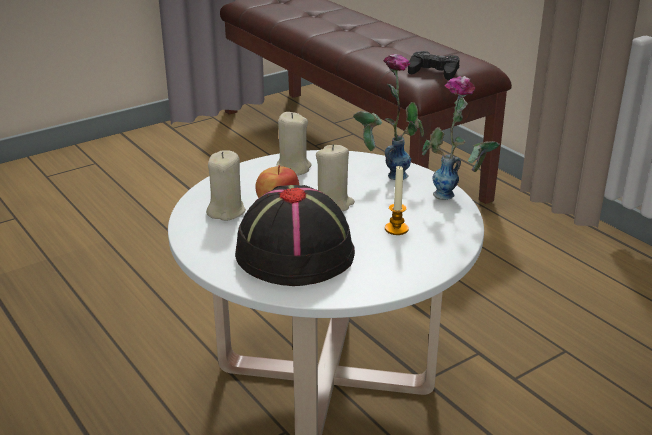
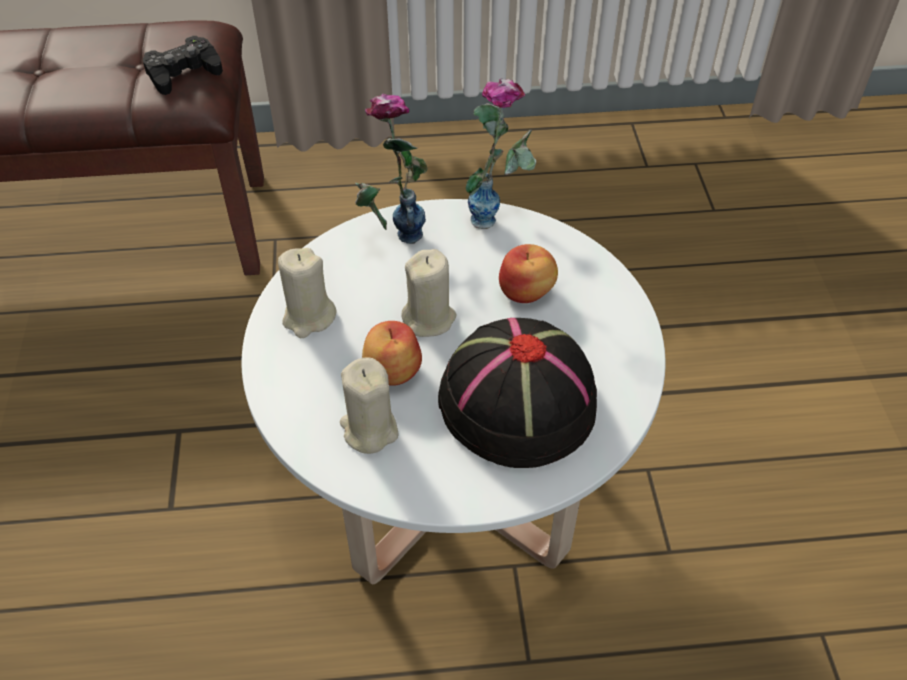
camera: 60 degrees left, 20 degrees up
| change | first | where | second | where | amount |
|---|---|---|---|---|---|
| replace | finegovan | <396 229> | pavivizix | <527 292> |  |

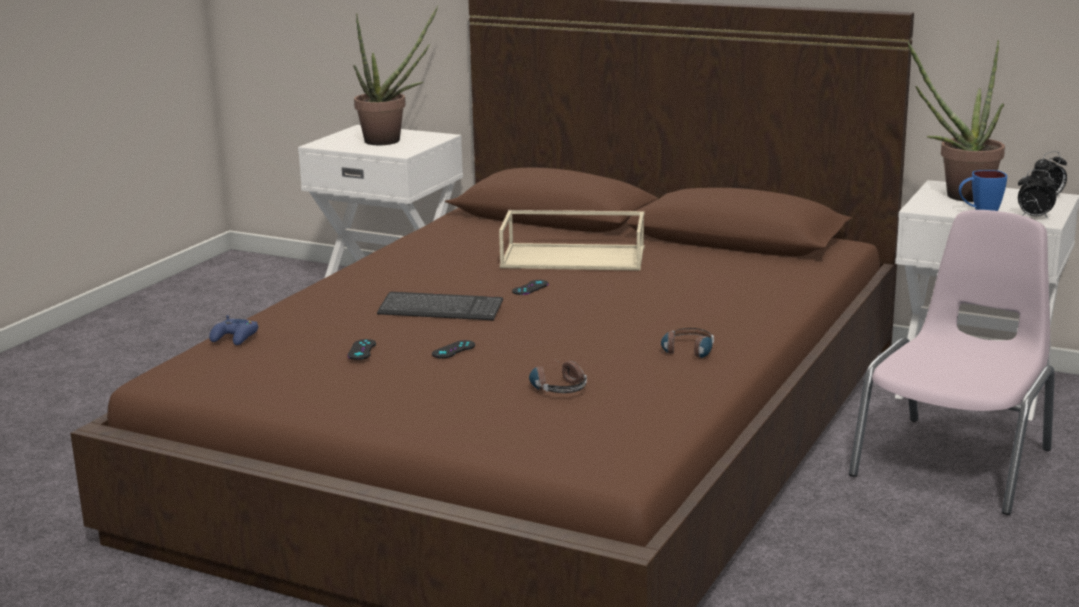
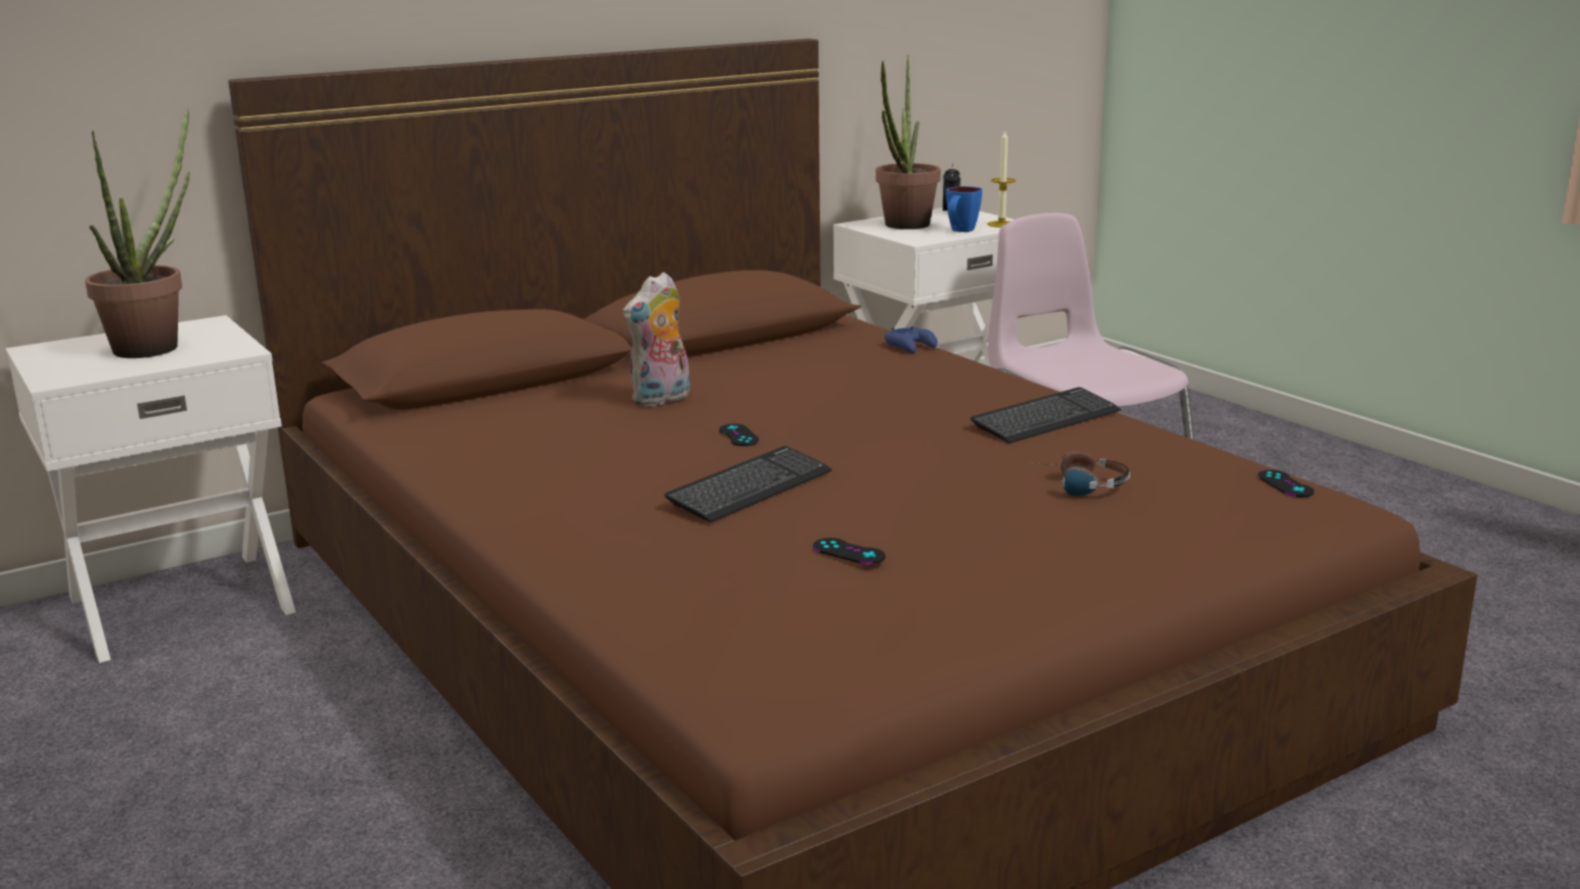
camera: 60 degrees left, 0 degrees up
| change | first | where | second | where | amount |
|---|---|---|---|---|---|
| replace | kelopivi | <1034 217> | finegovan | <1001 224> |  |
| replace | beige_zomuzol | <575 257> | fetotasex | <662 399> |  |
| move | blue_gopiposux | <235 337> |  | <911 346> |  |
| replace | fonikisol | <686 353> | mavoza | <1045 419> |  |
| move | black_gopiposux | <453 350> |  | <1285 484> |  |

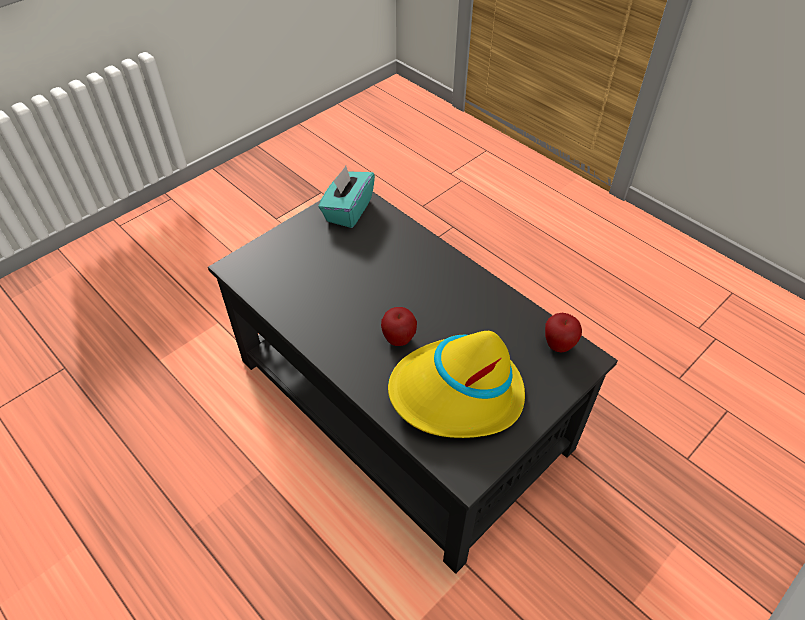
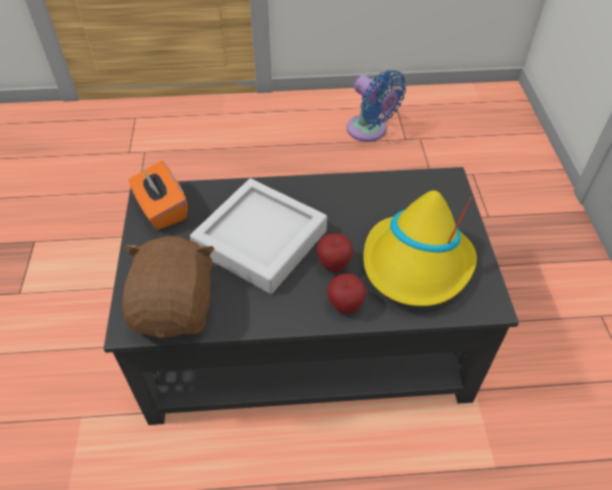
camera: 50 degrees left, 0 degrees up
| change | first | where | second | where | amount |
|---|---|---|---|---|---|
| recolor | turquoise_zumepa | <348 210> | orange_zumepa | <162 210> |  |
| move | pavivizix | <558 345> |  | <345 306> |  |
| insert |  |  | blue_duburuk | <369 131> |  |
| insert |  |  | grey_zomuzol | <260 240> |  |
| insert |  |  | brown_fetotasex | <176 308> |  |

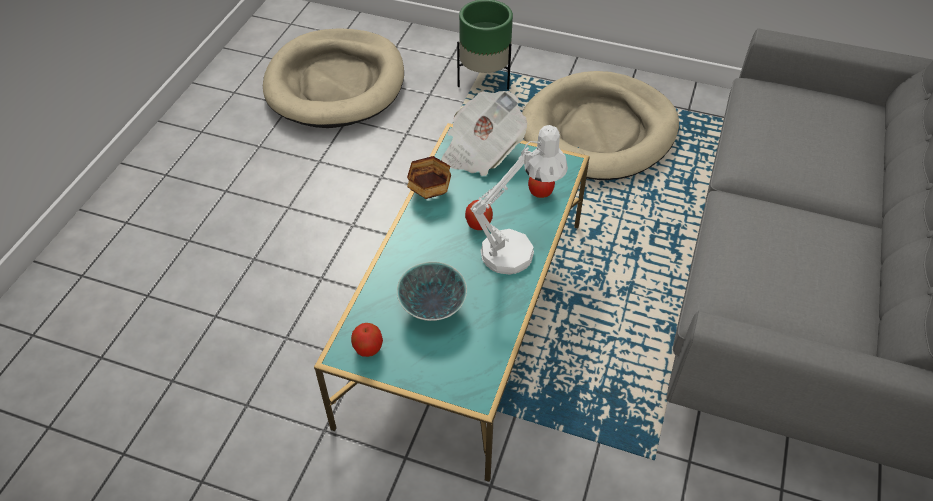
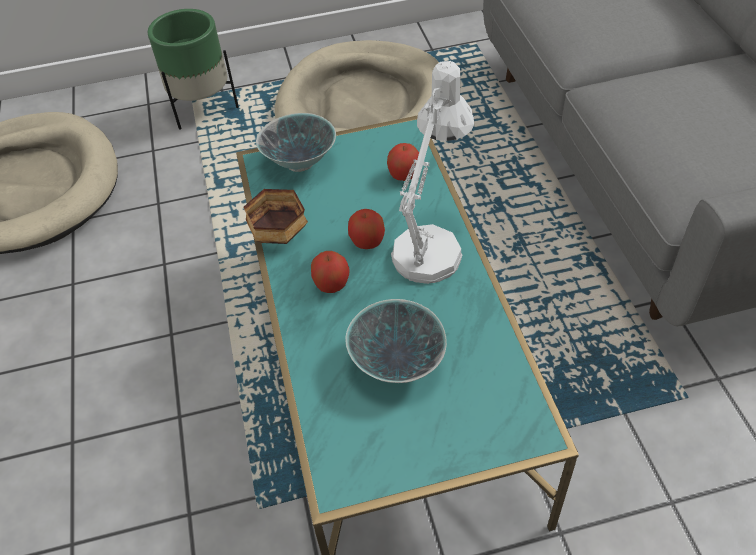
camera: 30 degrees left, 0 degrees up
| change | first | where | second | where | amount |
|---|---|---|---|---|---|
| replace | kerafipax | <481 150> | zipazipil | <300 163> |  |
| move | pavivizix | <368 348> |  | <332 284> |  |

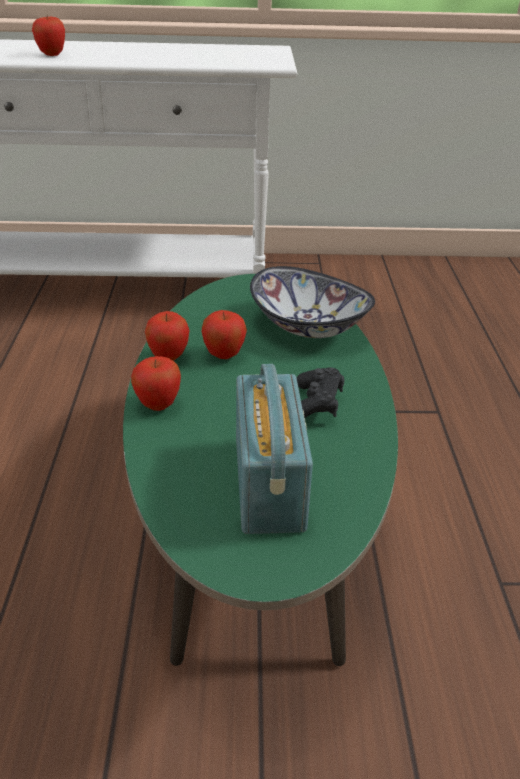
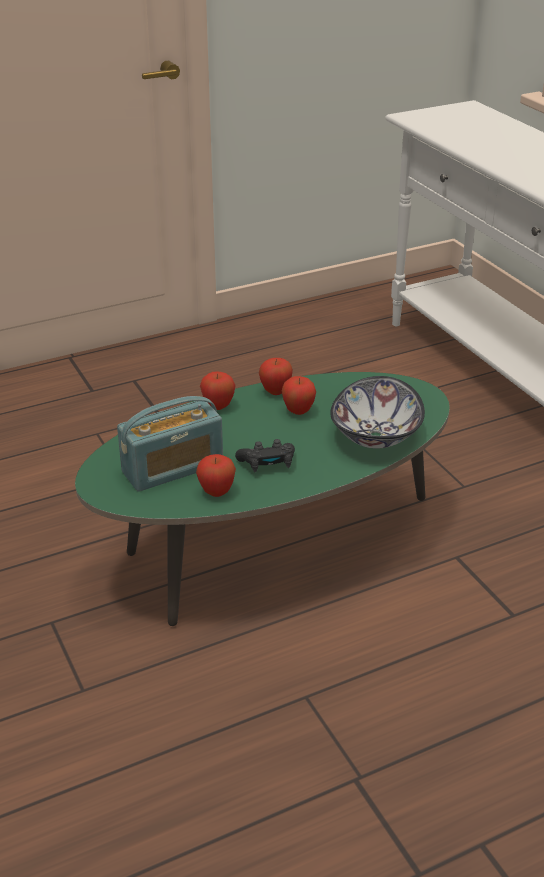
camera: 65 degrees right, 0 degrees up
| change | first | where | second | where | amount |
|---|---|---|---|---|---|
| move | pavivizix | <52 55> |  | <216 492> |  |

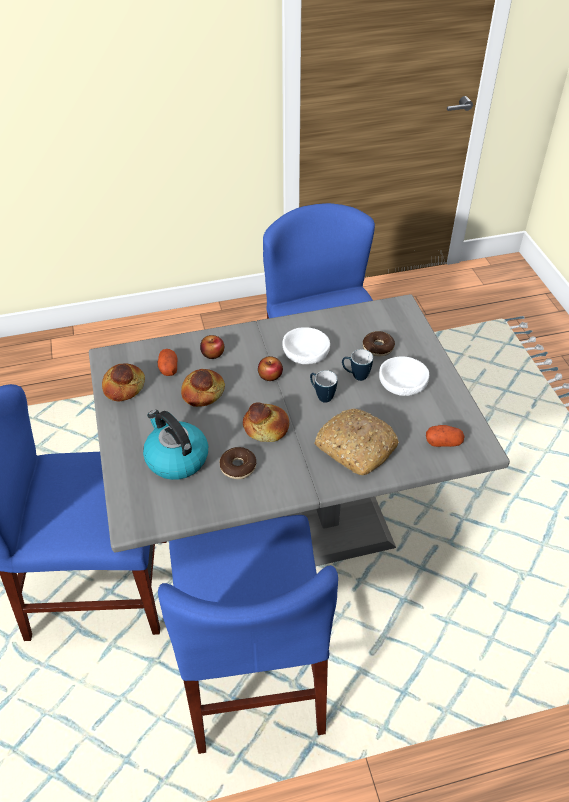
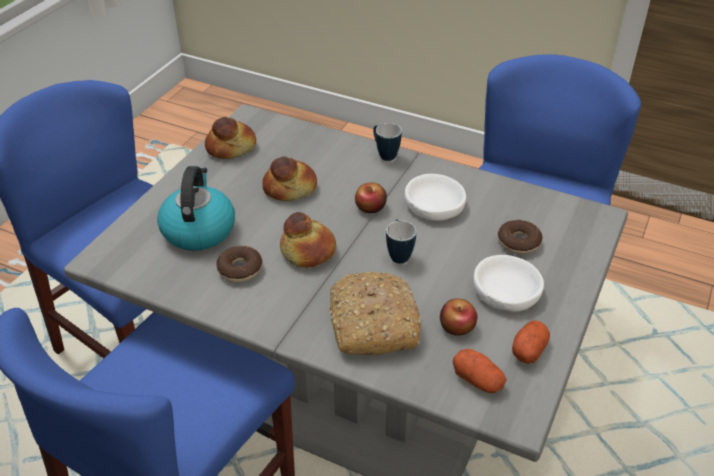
camera: 40 degrees right, 5 degrees down
| change | first | where | second | where | amount |
|---|---|---|---|---|---|
| move | pavivizix | <213 354> |  | <457 326> |  |
| move | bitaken | <168 368> |  | <528 350> |  |
| move | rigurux | <356 376> |  | <384 154> |  |

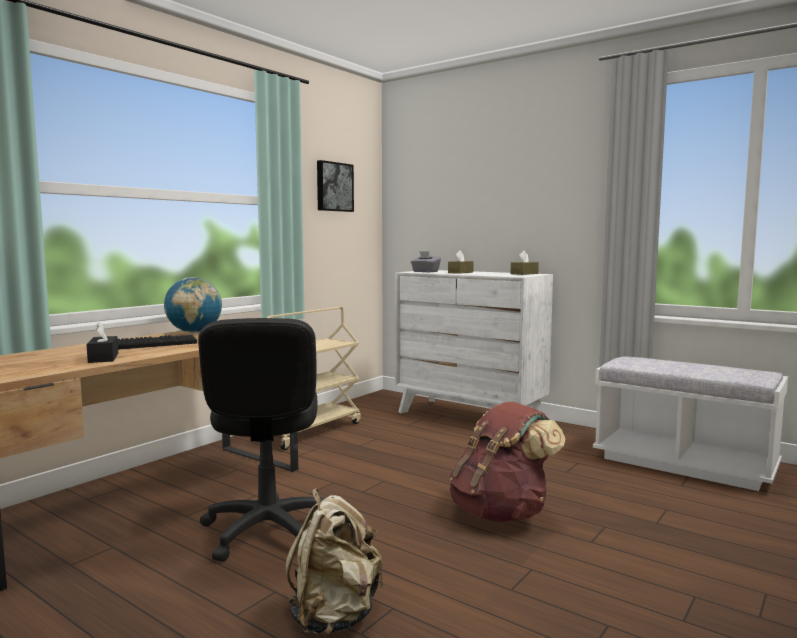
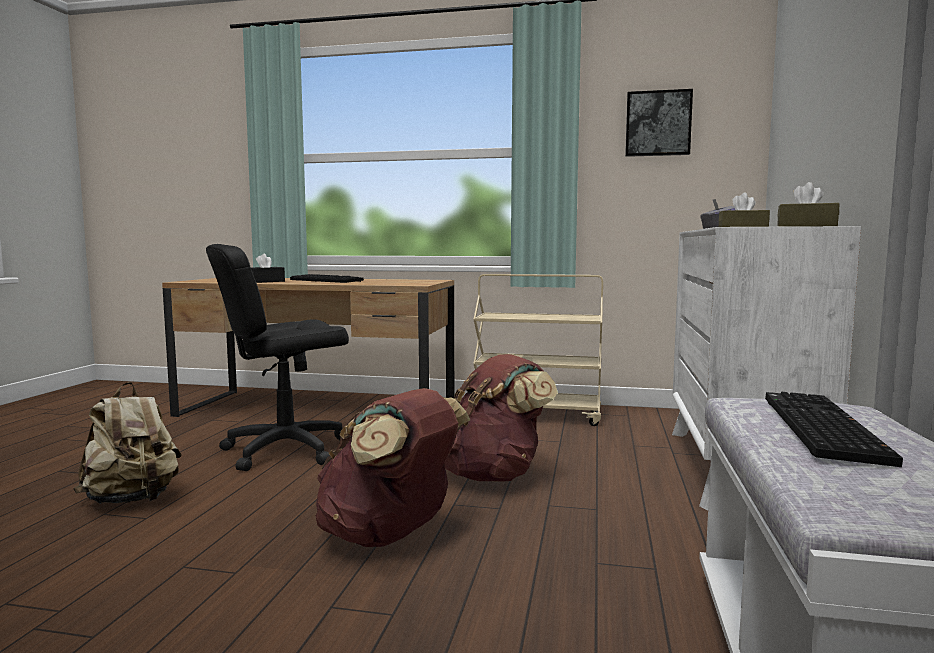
camera: 65 degrees right, 0 degrees up
| change | first | where | second | where | amount |
|---|---|---|---|---|---|
| delete | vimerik | <194 332> |  |  |  |
| insert |  |  | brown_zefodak | <492 475> |  |
| insert |  |  | mavoza | <816 427> |  |

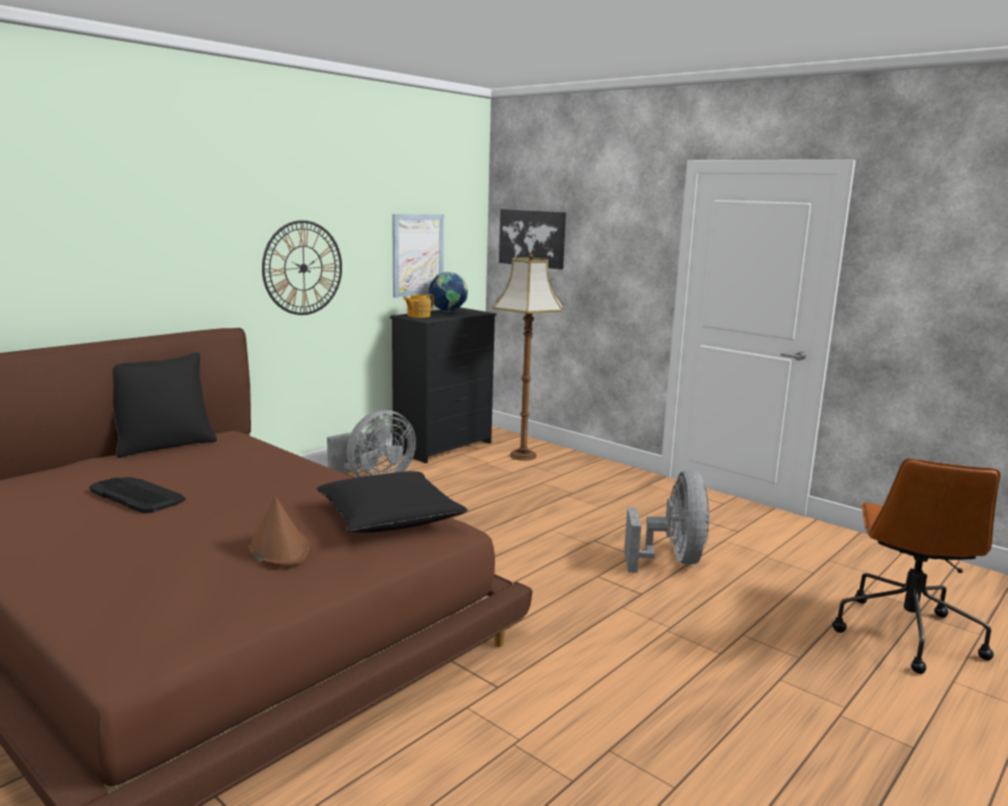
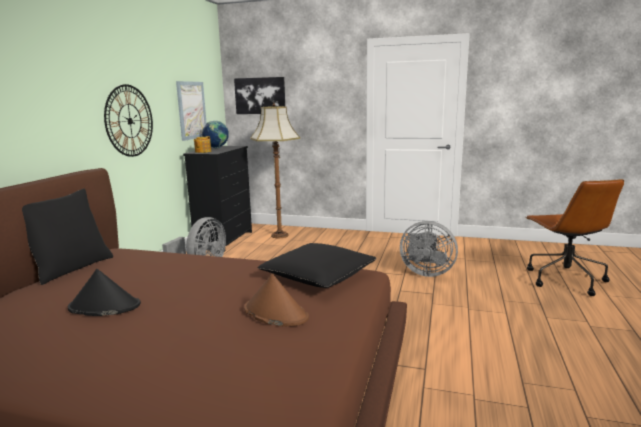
camera: 25 degrees left, 0 degrees up
| change | first | where | second | where | amount |
|---|---|---|---|---|---|
| rotate | grey_duburuk | <672 560> |  | <426 272> | 135 degrees clockwise |
| replace | mavoza | <137 495> | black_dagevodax | <104 306> |  |

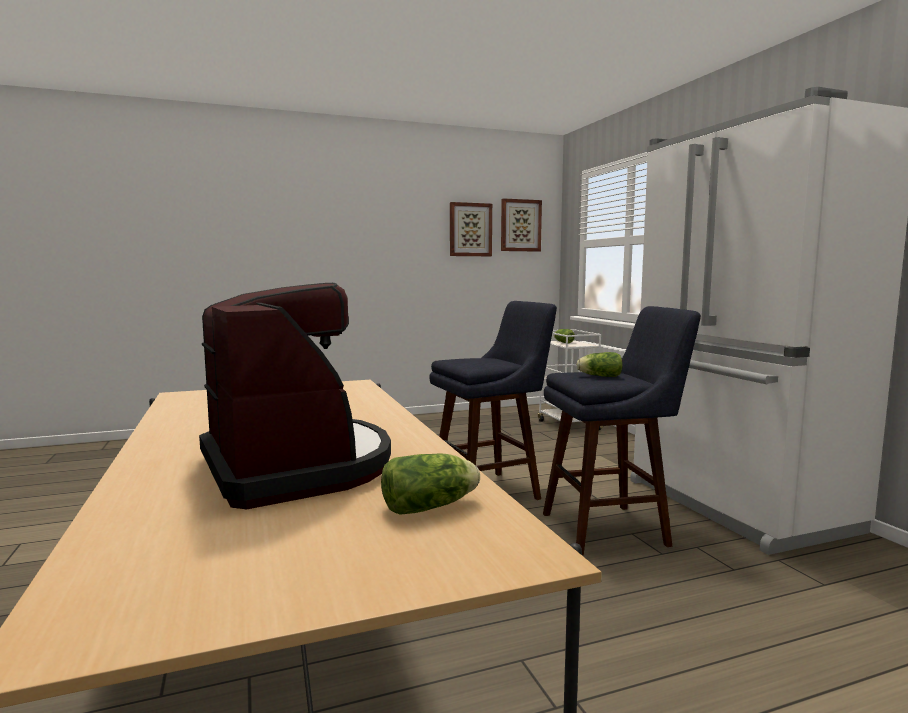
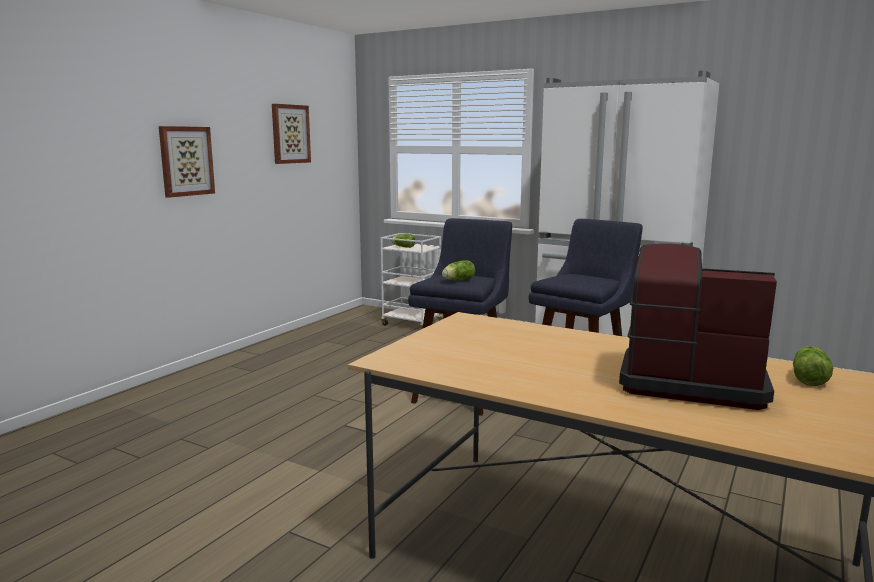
camera: 40 degrees left, 5 degrees up
| change | first | where | second | where | amount |
|---|---|---|---|---|---|
| move | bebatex | <520 225> |  | <186 161> |  |
| move | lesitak | <598 376> |  | <457 280> |  |

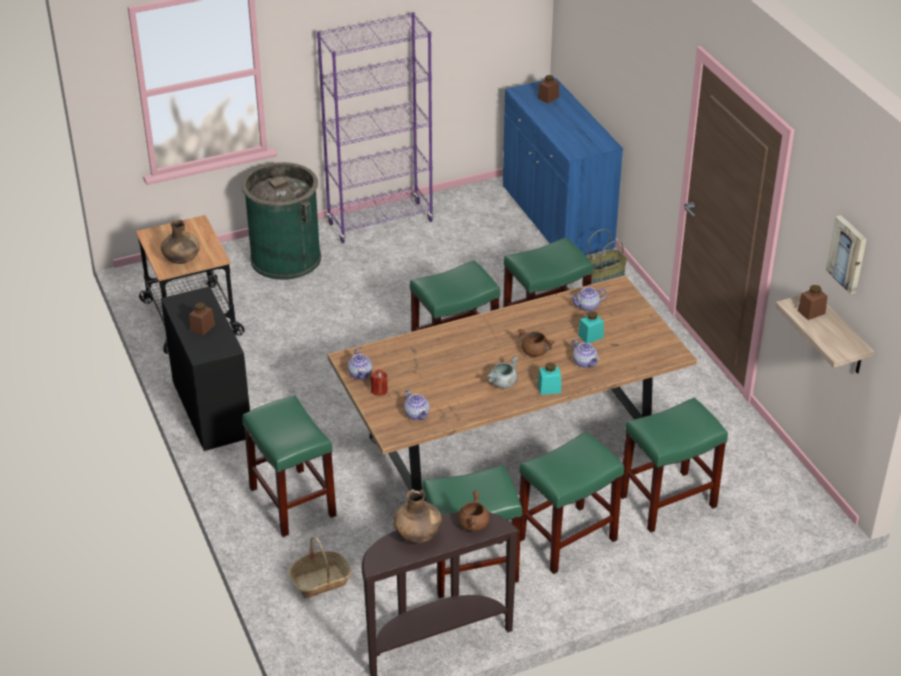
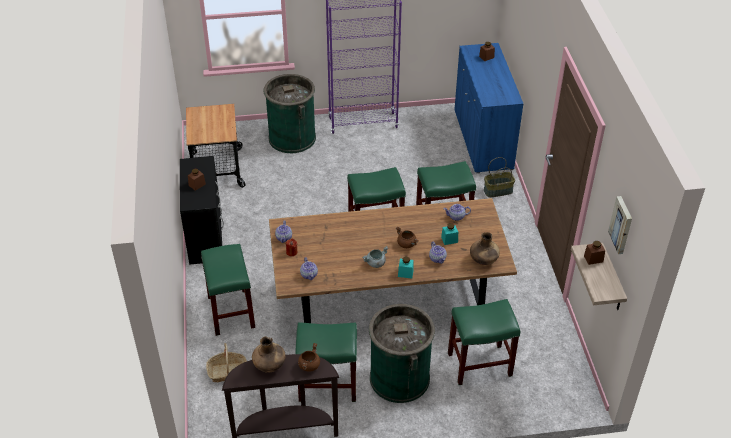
camera: 15 degrees right, 5 degrees up
| change | first | where | second | where | amount |
|---|---|---|---|---|---|
| move | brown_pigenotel | <182 260> |  | <483 260> |  |
| replace | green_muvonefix | <566 540> | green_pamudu | <399 378> |  |

